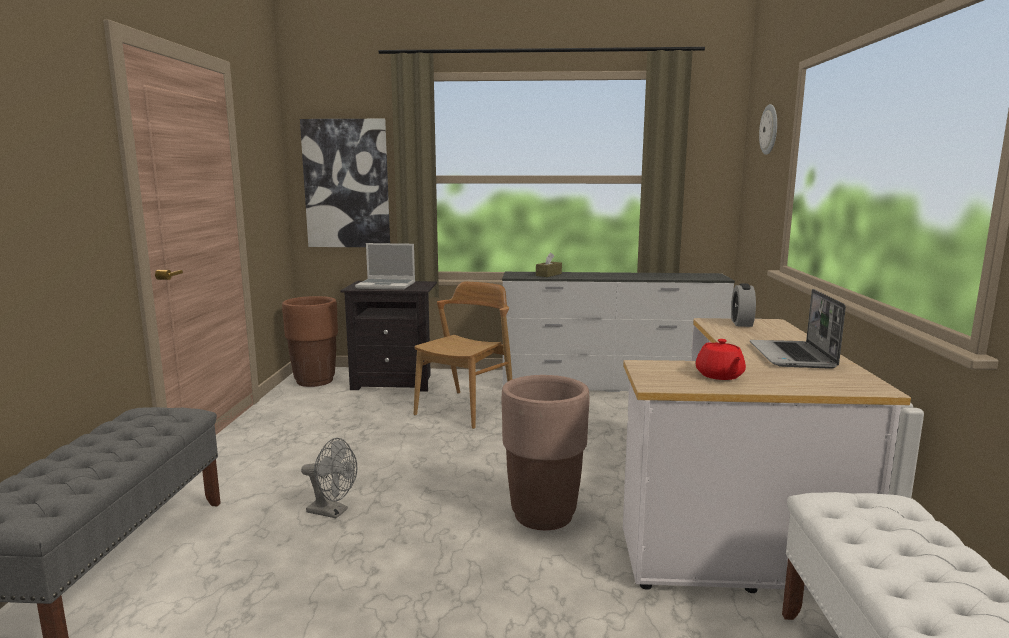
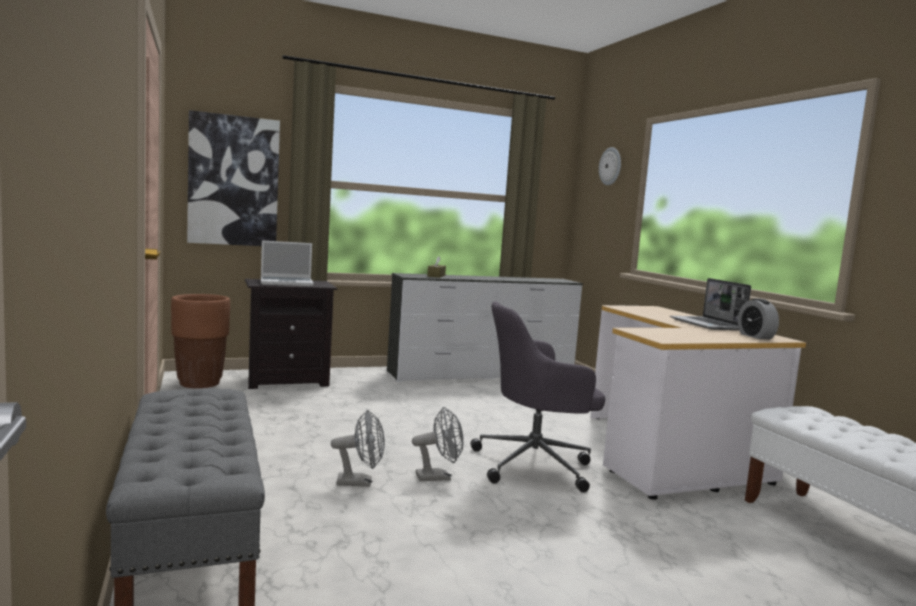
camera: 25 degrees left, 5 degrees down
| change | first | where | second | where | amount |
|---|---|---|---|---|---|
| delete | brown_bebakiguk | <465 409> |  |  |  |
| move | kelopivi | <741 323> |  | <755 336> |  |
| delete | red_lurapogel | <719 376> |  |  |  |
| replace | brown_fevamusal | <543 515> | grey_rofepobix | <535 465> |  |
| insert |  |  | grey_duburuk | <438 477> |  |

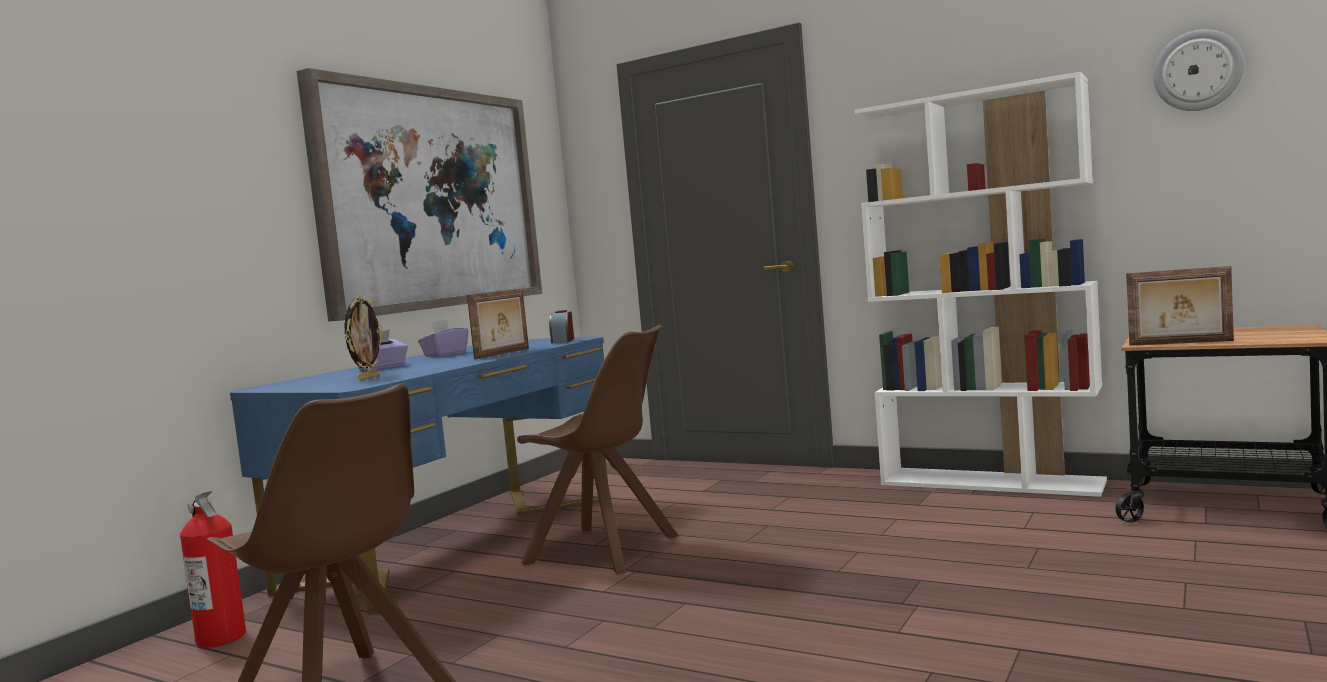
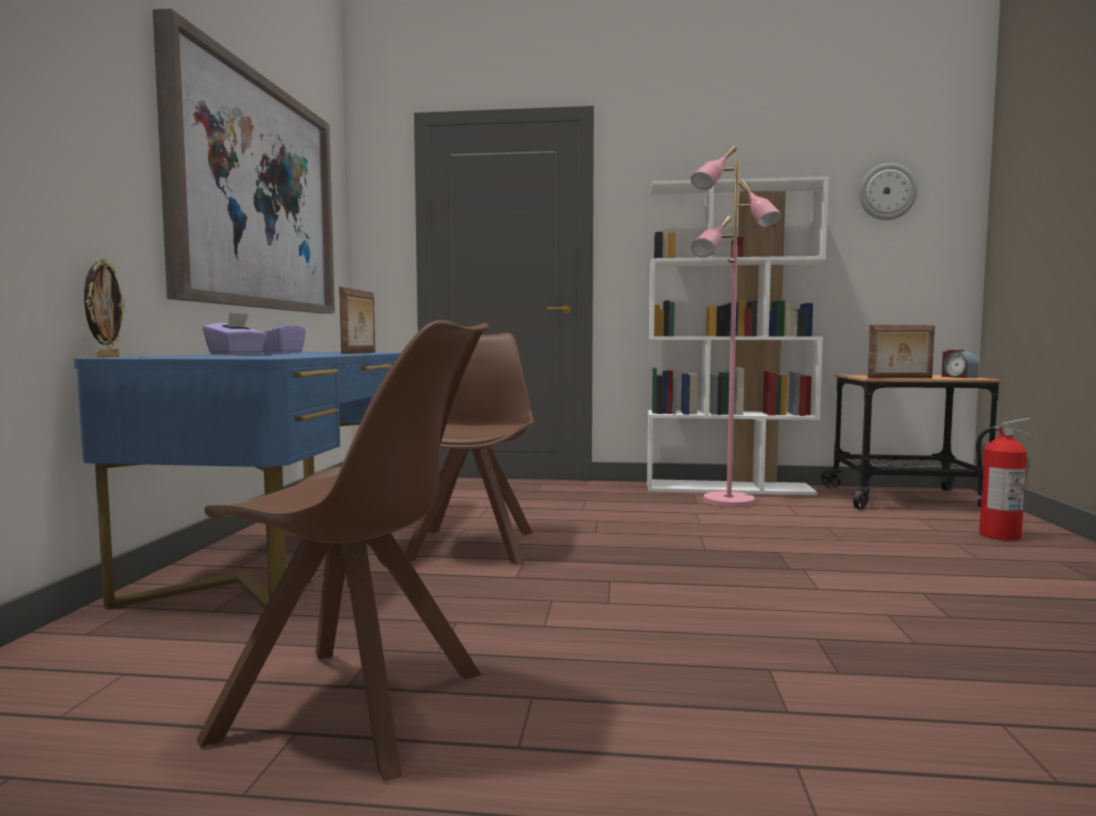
camera: 25 degrees left, 0 degrees up
| change | first | where | second | where | amount |
|---|---|---|---|---|---|
| move | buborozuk | <368 378> |  | <107 356> |  |
| move | kelopivi | <562 341> |  | <958 377> |  |
| rotate | brown_bebakiguk | <606 551> |  | <473 545> | 90 degrees counterclockwise |
| move | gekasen | <222 637> |  | <998 535> |  |
| insert |  |  | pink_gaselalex | <728 502> |  |

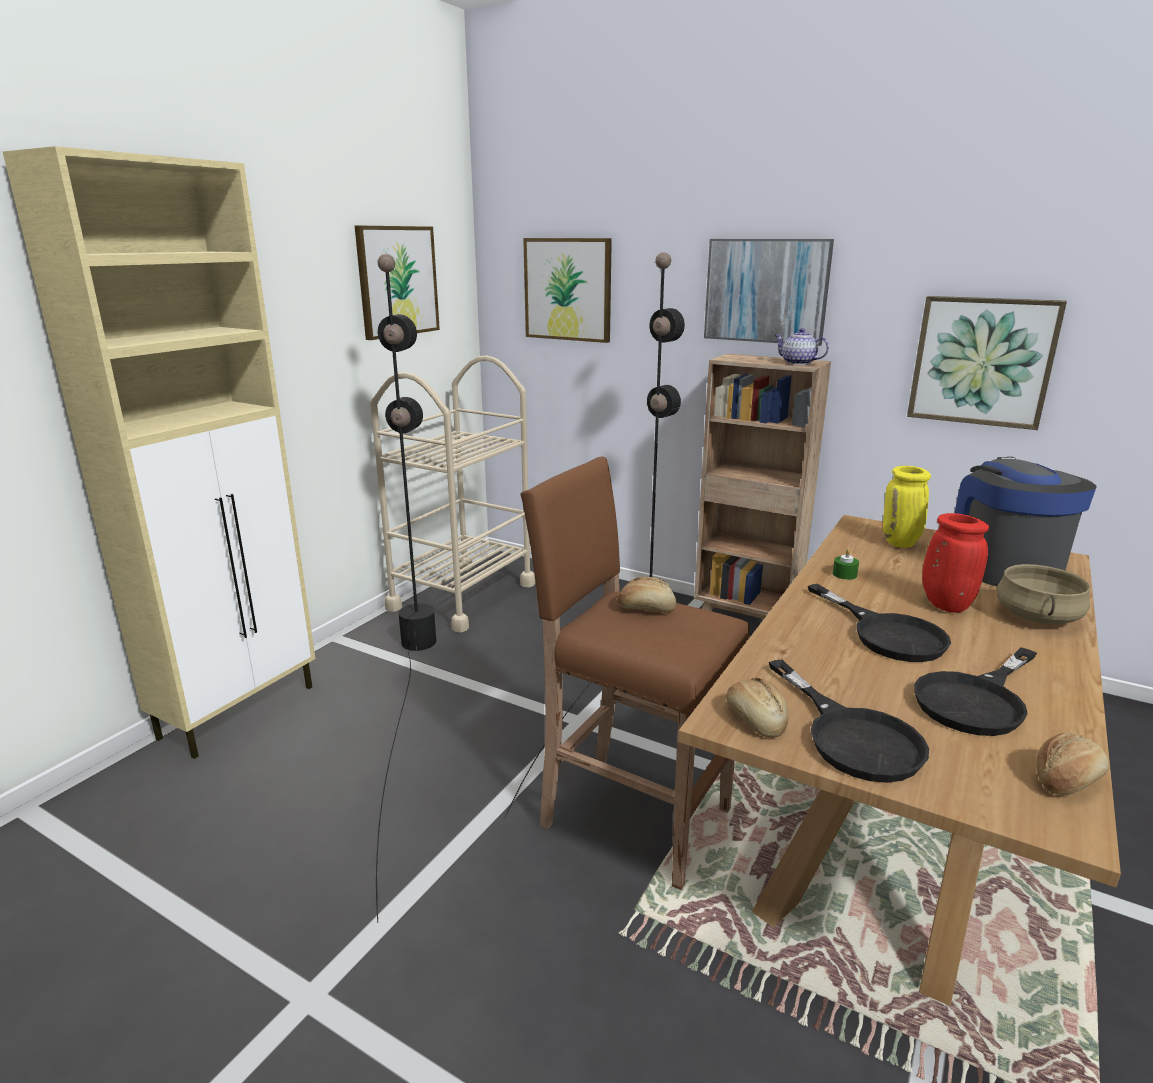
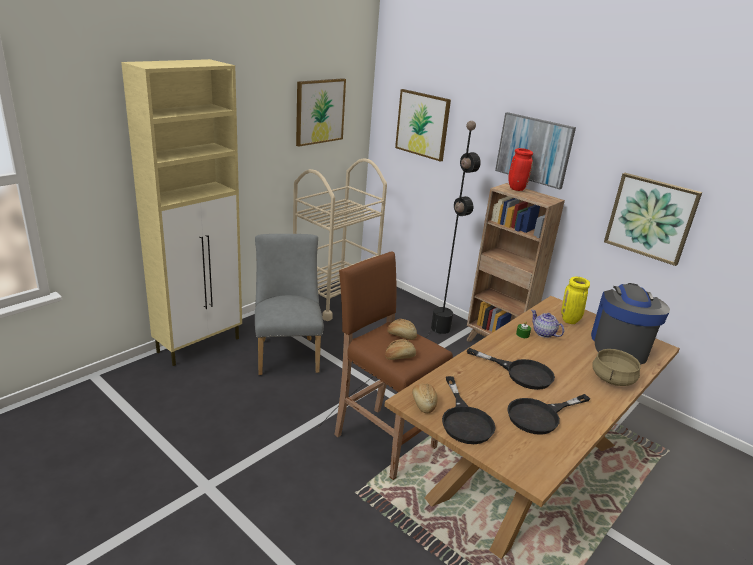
camera: 10 degrees right, 5 degrees up
| change | first | where | second | where | amount |
|---|---|---|---|---|---|
| replace | black_gaselalex | <407 695> | grey_bebakiguk | <287 352> |  |
| move | lurapogel | <798 363> |  | <544 333> |  |
| move | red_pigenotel | <944 605> |  | <516 188> |  |
| rotate | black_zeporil | <887 633> |  | <521 373> | 45 degrees counterclockwise |
| move | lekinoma | <1065 779> |  | <399 356> |  |

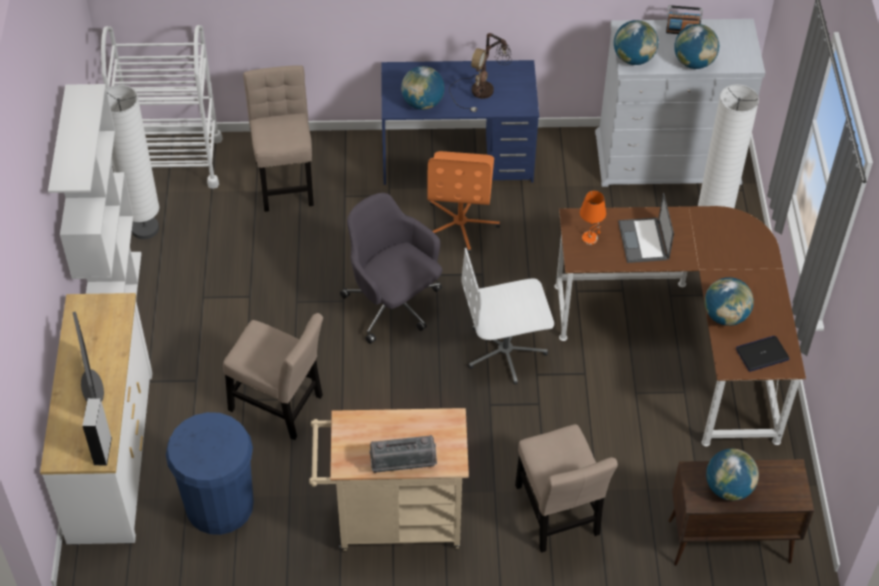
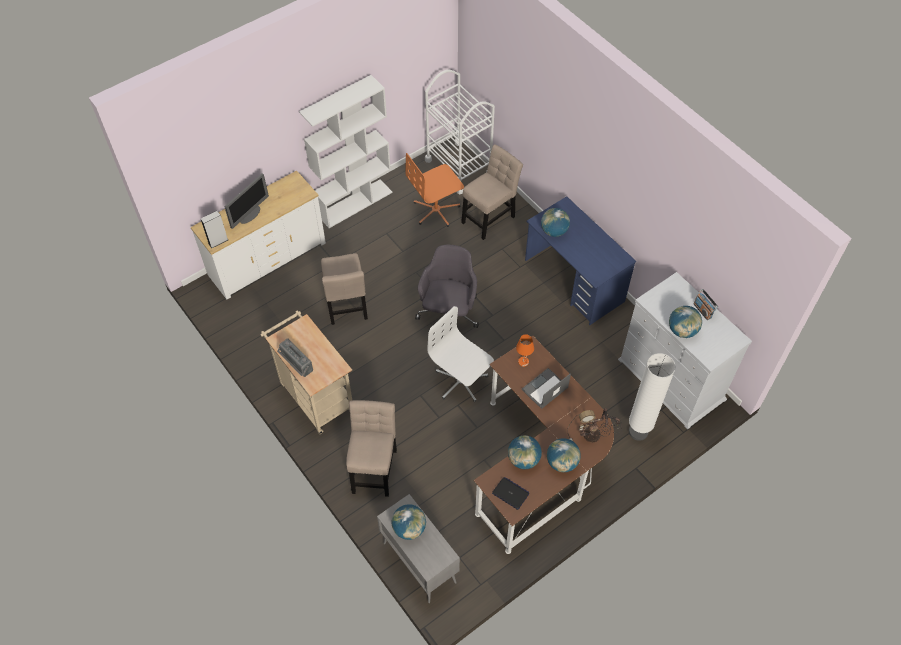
camera: 55 degrees right, 5 degrees up
| change | first | where | second | where | amount |
|---|---|---|---|---|---|
| move | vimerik | <633 58> |  | <562 462> |  |
| move | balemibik | <484 90> |  | <593 435> |  |
| delete | white_gaselalex | <145 229> |  |  |  |
| move | orange_rofepobix | <461 223> |  | <436 210> |  |
| delete | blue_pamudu | <219 505> |  |  |  |
| rotate | beige_bebakiguk | <557 515> |  | <374 467> | 150 degrees clockwise |
| recolor | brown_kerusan | <727 541> | grey_kerusan | <419 562> |  |

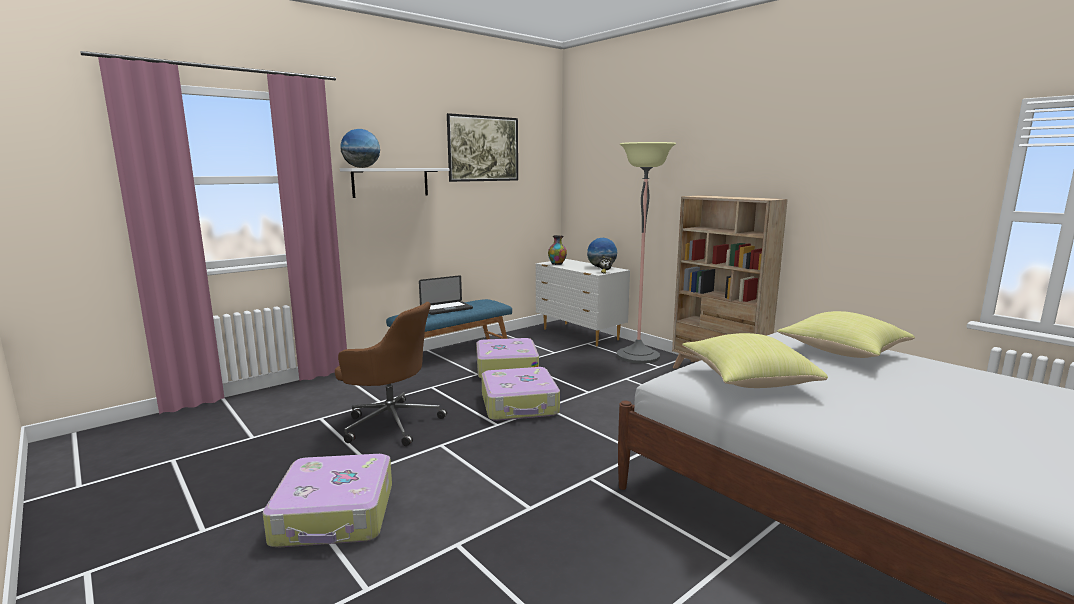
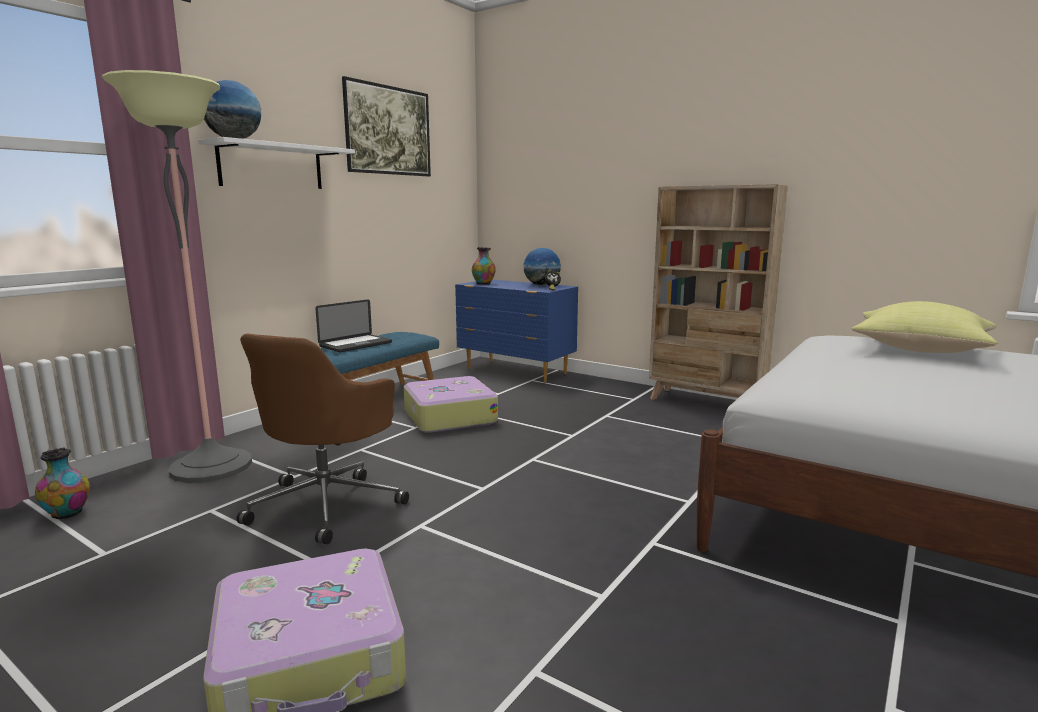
camera: 15 degrees left, 0 degrees up
| change | first | where | second | where | amount |
|---|---|---|---|---|---|
| move | gaselalex | <638 356> |  | <211 466> |  |
| recolor | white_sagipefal | <580 334> | blue_sagipefal | <516 371> |  |
| rotate | brown_rofepobix | <391 423> |  | <328 504> | 105 degrees clockwise |
| delete | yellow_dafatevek | <746 380> |  |  |  |
| delete | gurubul | <520 405> |  |  |  |
| insert |  |  | pigenotel | <67 514> |  |

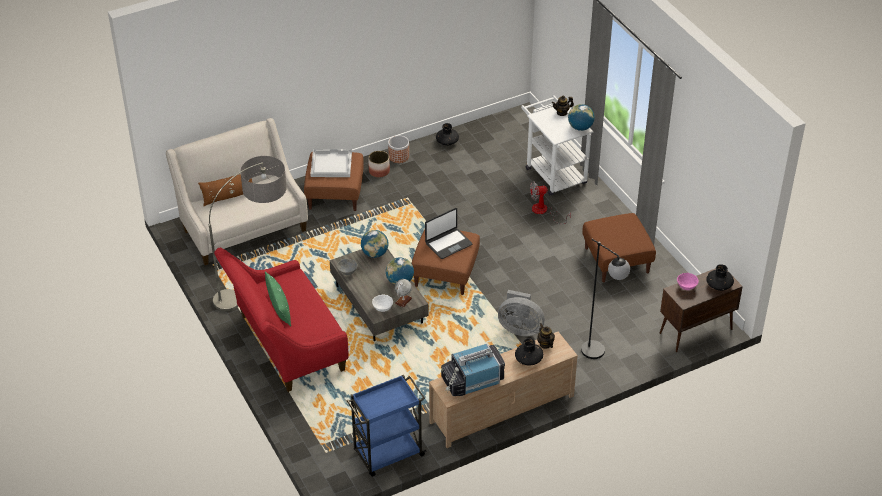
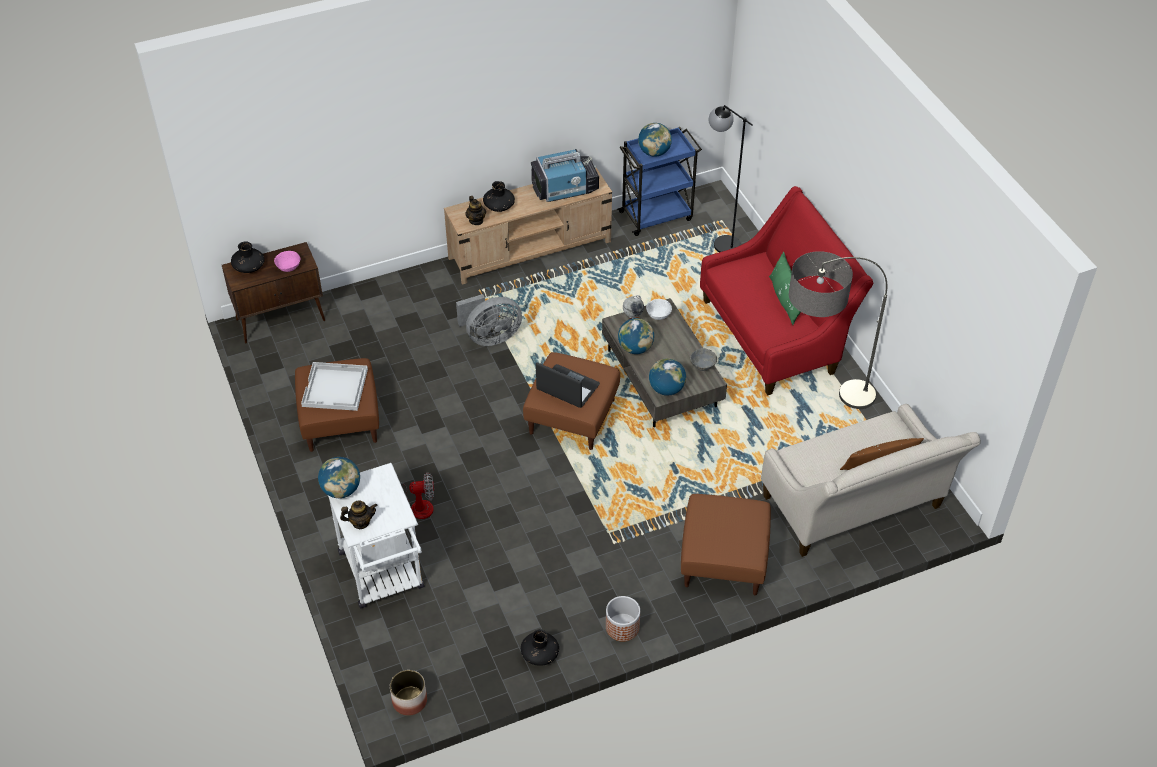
camera: 175 degrees left, 5 degrees up
| change | first | where | second | where | amount |
|---|---|---|---|---|---|
| move | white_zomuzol | <331 164> |  | <335 388> |  |
| move | fevamusal | <379 171> |  | <410 701> |  |
| rotate | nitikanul | <448 244> |  | <567 388> | 60 degrees clockwise |
| move | black_gaselalex | <599 354> |  | <720 241> |  |
| rotate | grey_duburuk | <520 328> |  | <490 337> | 135 degrees clockwise |
| insert |  |  | vimerik | <654 152> |  |

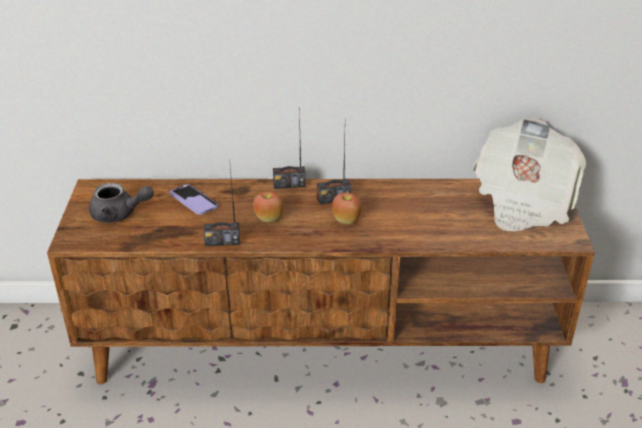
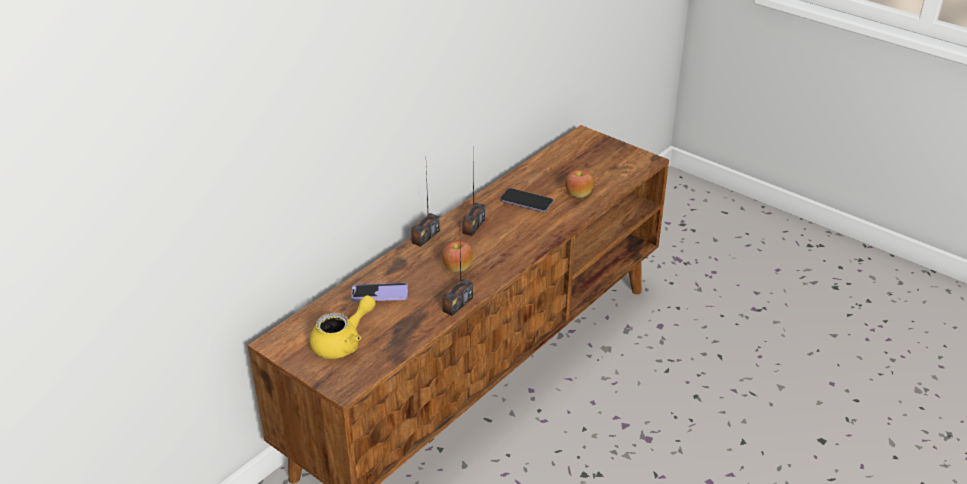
camera: 50 degrees left, 0 degrees up
| change | first | where | second | where | amount |
|---|---|---|---|---|---|
| delete | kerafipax | <523 201> |  |  |  |
| recolor | grey_lurapogel | <119 214> | yellow_lurapogel | <343 342> |  |
| move | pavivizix | <346 220> |  | <578 195> |  |
| insert |  |  | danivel | <526 202> |  |

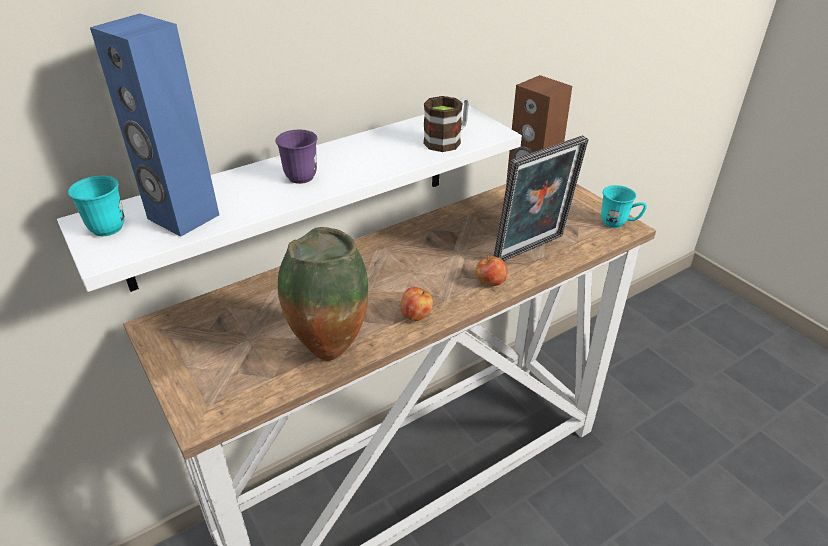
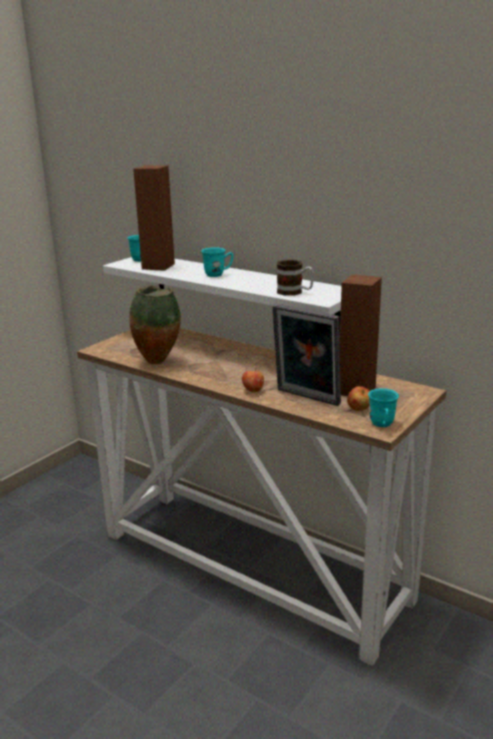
camera: 70 degrees right, 15 degrees down
| change | first | where | second | where | amount |
|---|---|---|---|---|---|
| recolor | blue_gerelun | <182 217> | brown_gerelun | <157 266> |  |
| recolor | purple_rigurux | <302 173> | turquoise_rigurux | <218 274> |  |
| move | pavivizix | <416 315> |  | <359 409> |  |

